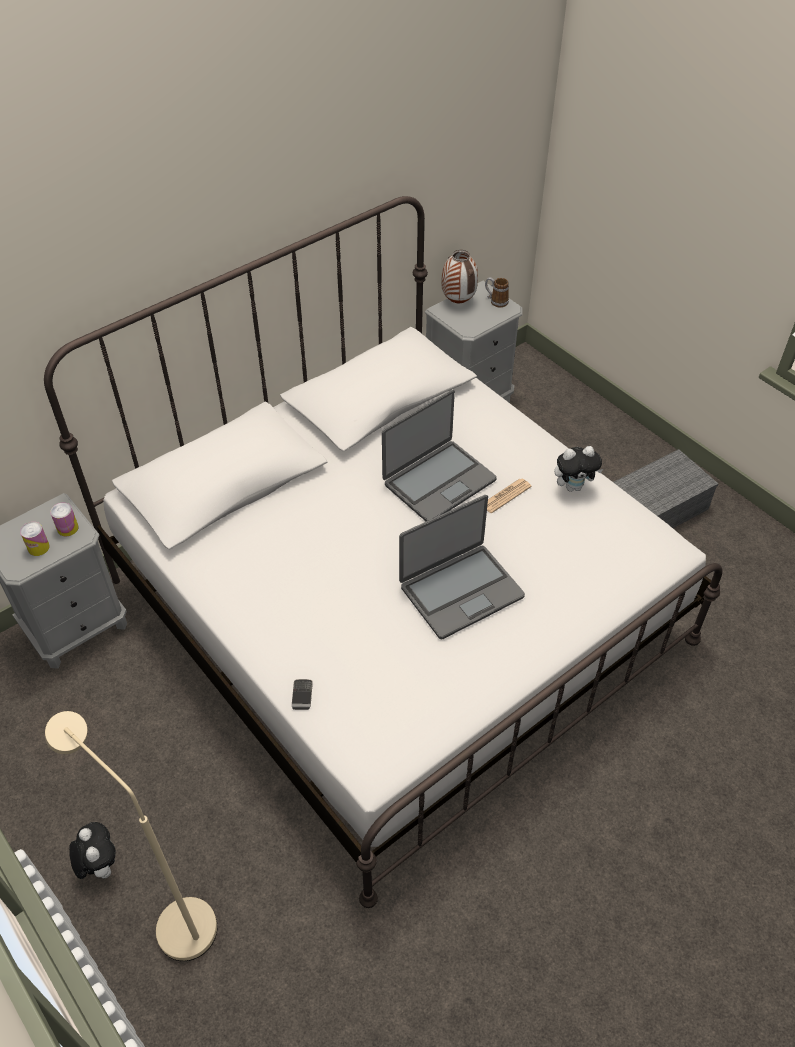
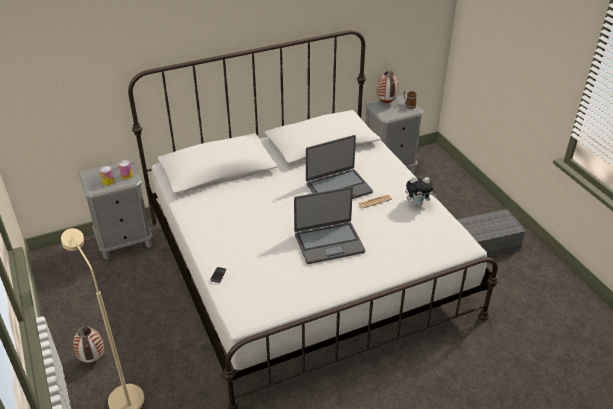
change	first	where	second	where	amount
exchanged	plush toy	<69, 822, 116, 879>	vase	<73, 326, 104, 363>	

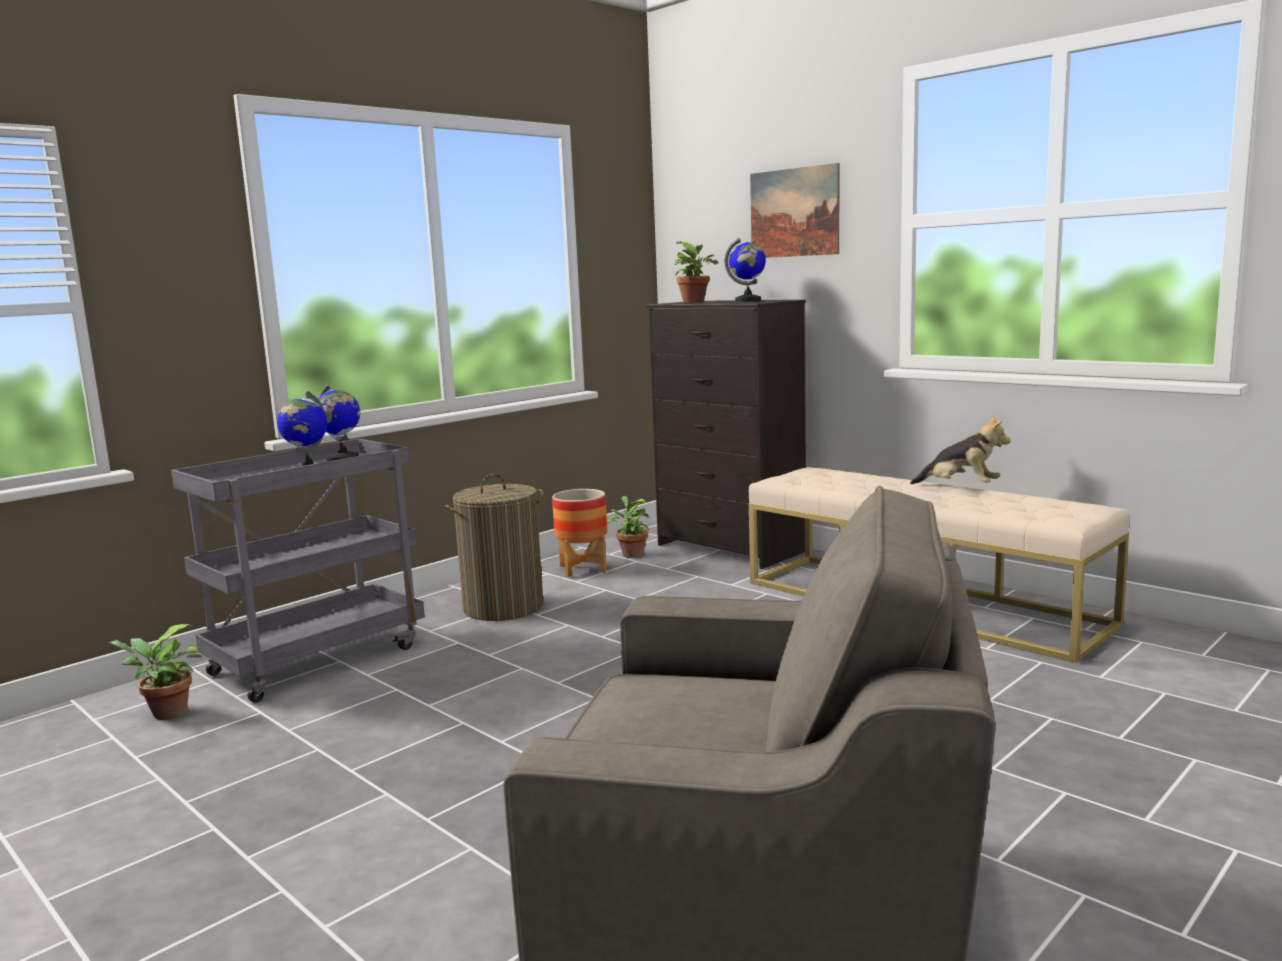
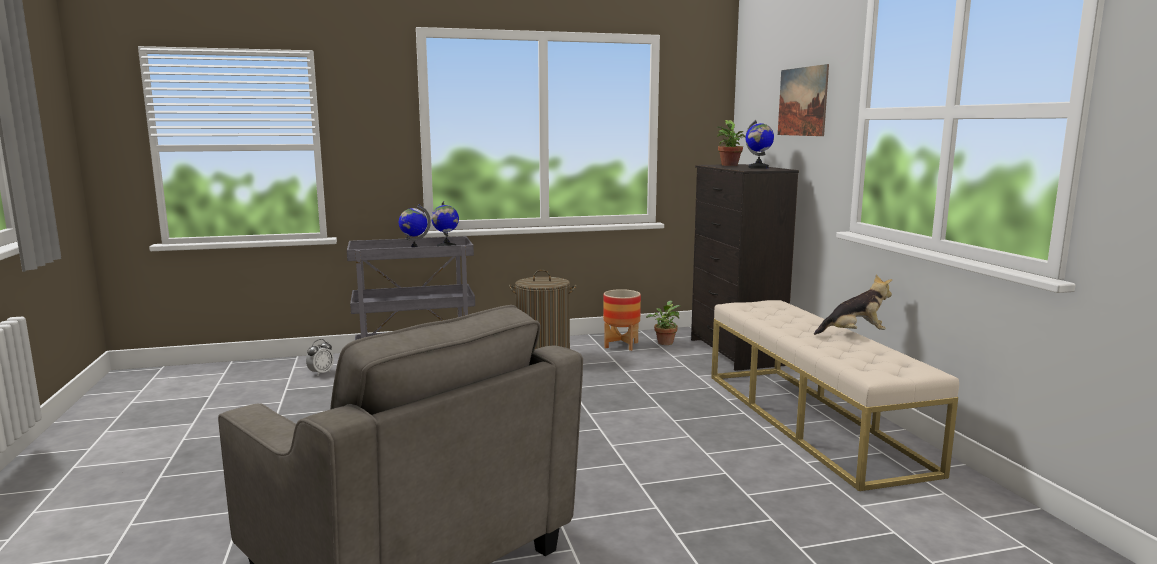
change	first	where	second	where	amount
exchanged	potted plant	<108, 624, 202, 720>	alarm clock	<306, 339, 334, 376>	
spun	plush toy	<910, 415, 1011, 484>		<814, 275, 892, 335>	60 degrees counterclockwise

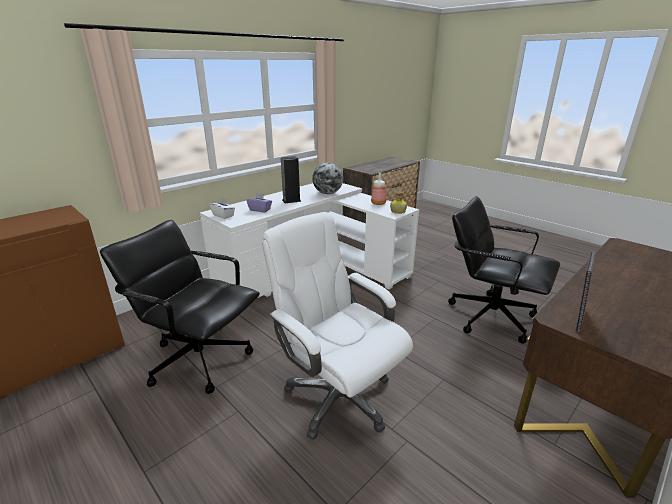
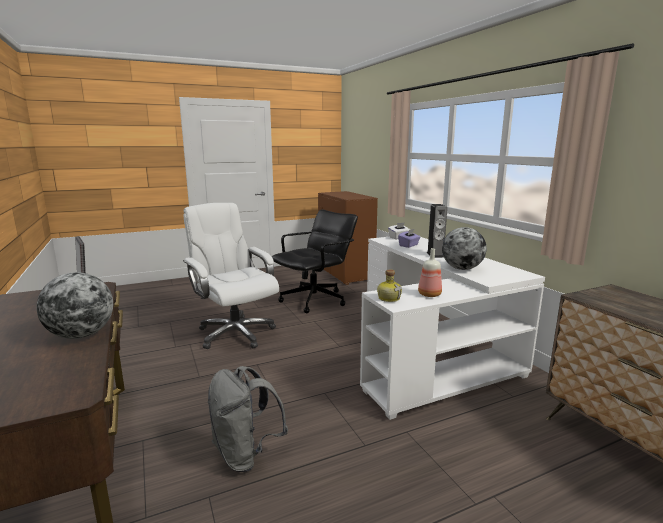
change	first	where	second	where	amount
spun	white office chair	<262, 212, 413, 440>		<183, 203, 279, 349>	105 degrees counterclockwise
exchanged	black office chair	<448, 196, 560, 344>	grey backpack	<208, 366, 288, 472>	
appeared			globe	<36, 272, 113, 339>	

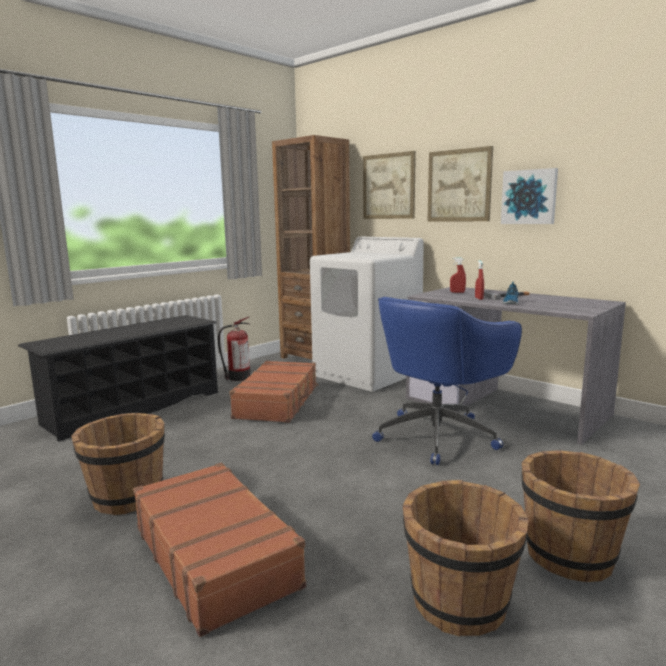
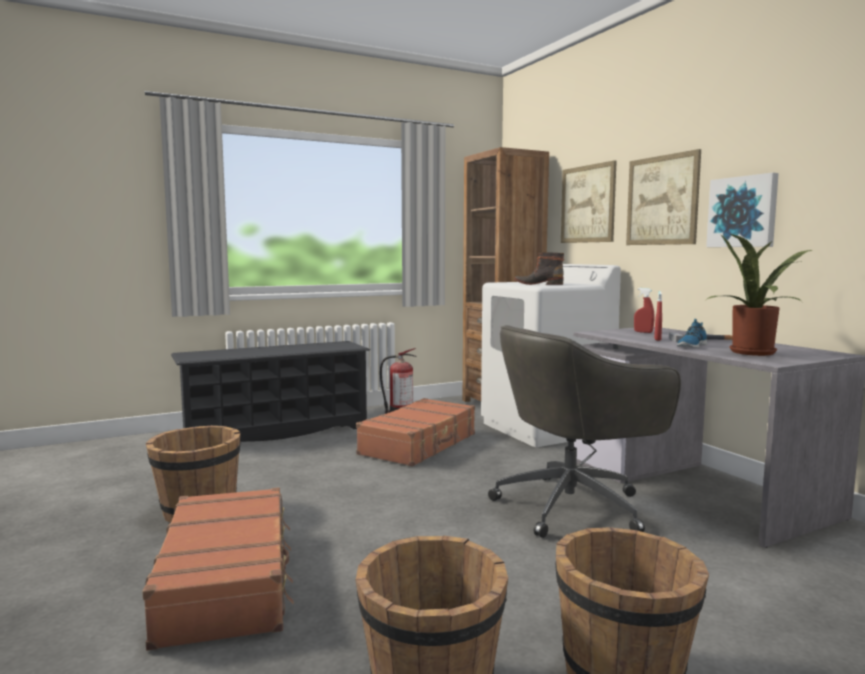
change	first	where	second	where	amount
colour	blue office chair	<372, 297, 522, 465>	grey office chair	<488, 325, 681, 538>	
appeared			boot	<514, 252, 564, 285>	
appeared			potted plant	<706, 234, 812, 356>	

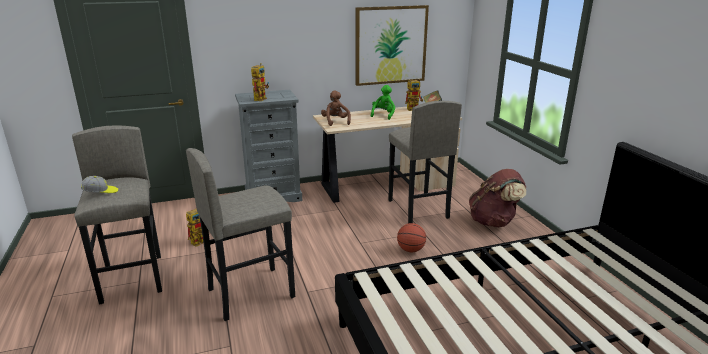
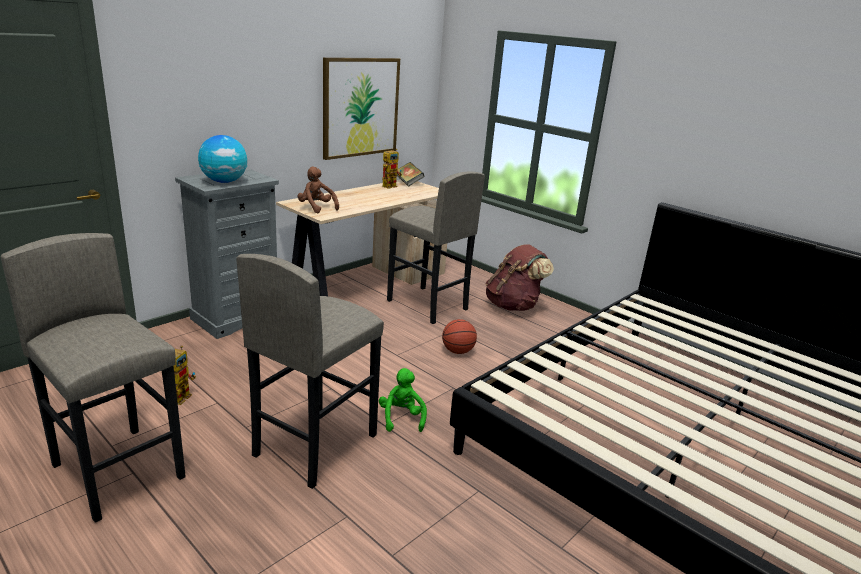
change	first	where	second	where	amount
missing	cap	<81, 176, 118, 193>			
exchanged	toy robot	<251, 63, 269, 101>	globe	<198, 135, 247, 183>	
relocated	green plush toy	<371, 85, 395, 120>		<379, 368, 427, 432>	

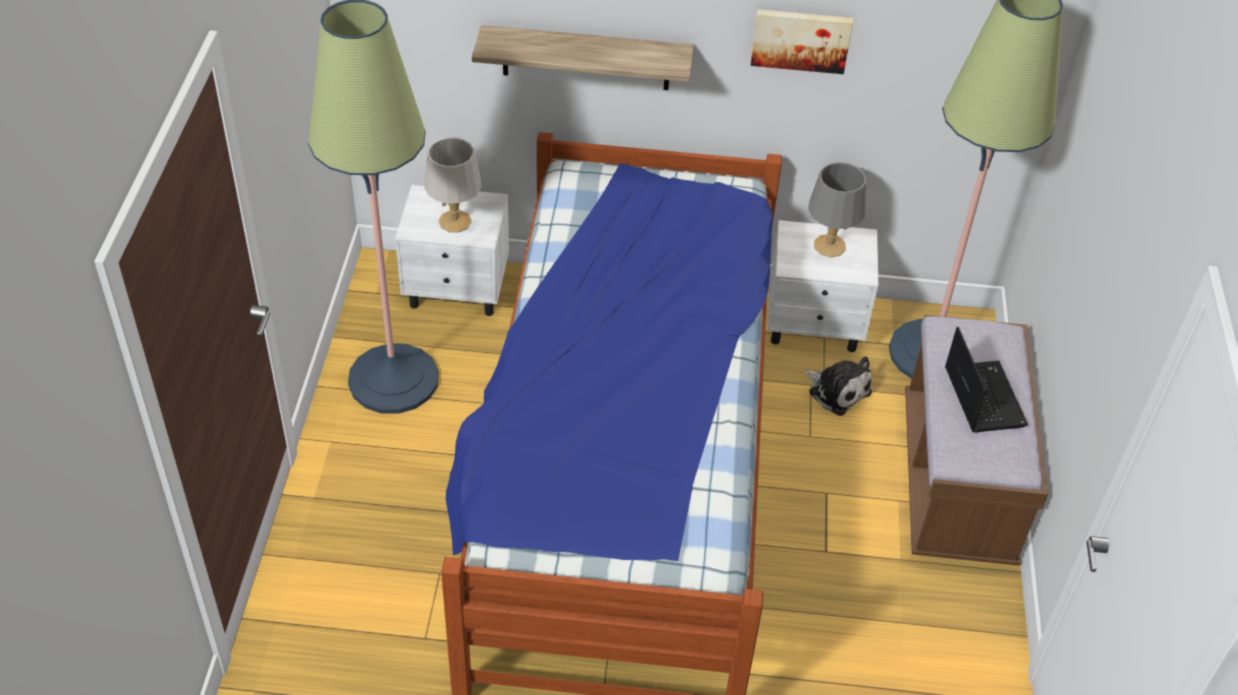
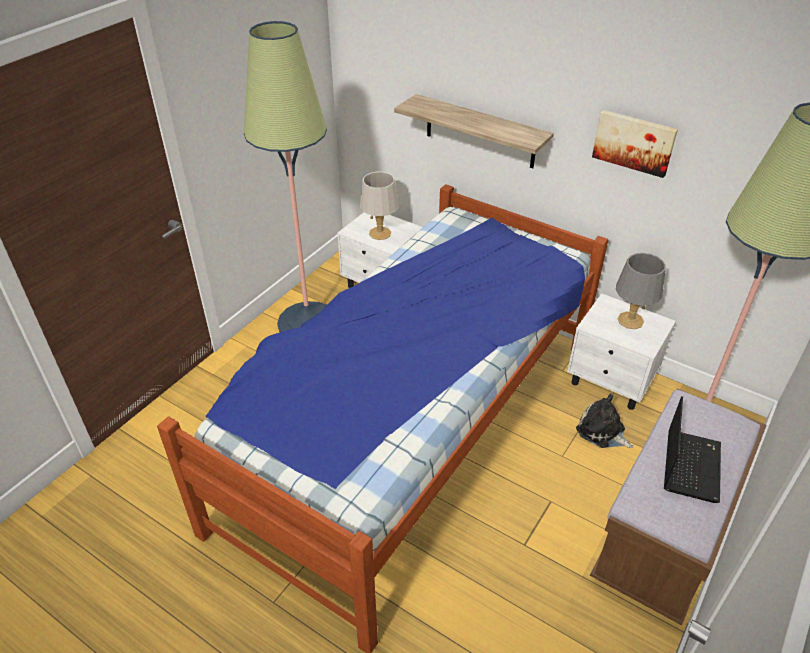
change	first	where	second	where	amount
spun	plush toy	<803, 356, 872, 416>		<576, 394, 634, 448>	150 degrees clockwise

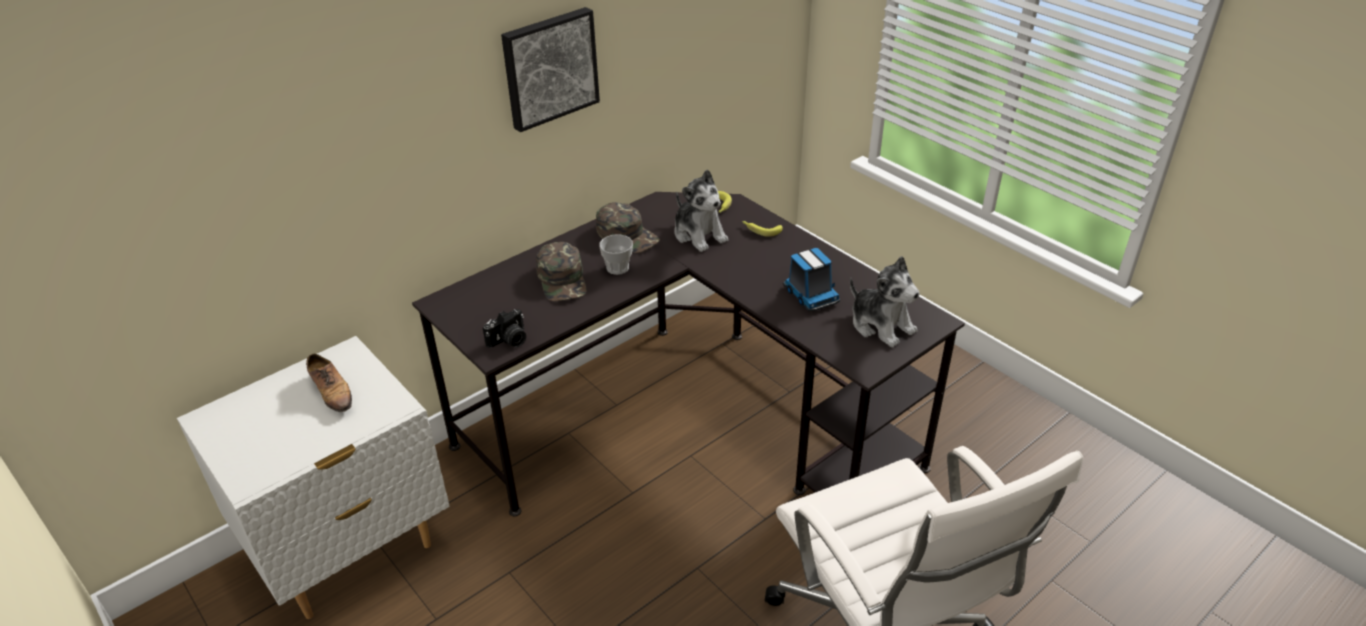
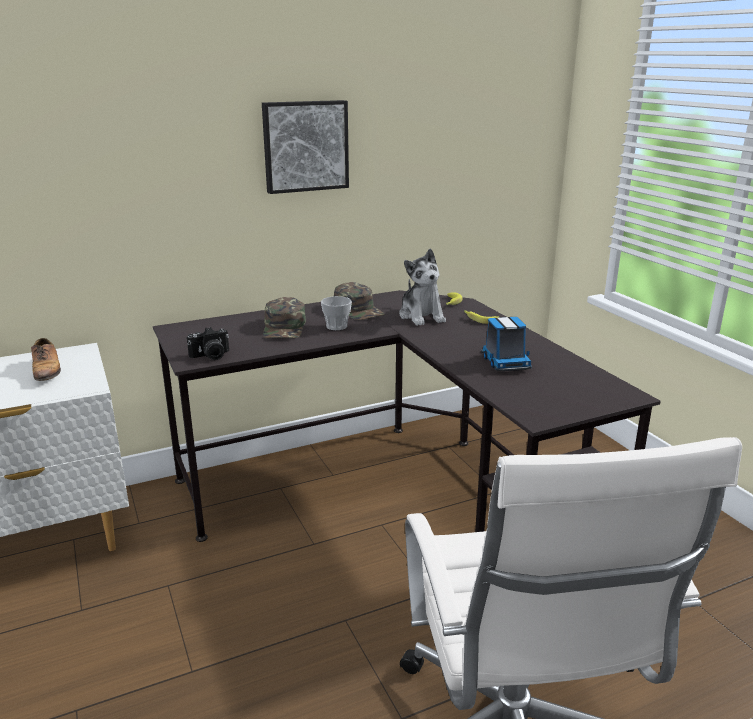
change	first	where	second	where	amount
missing	plush toy	<850, 256, 920, 347>			

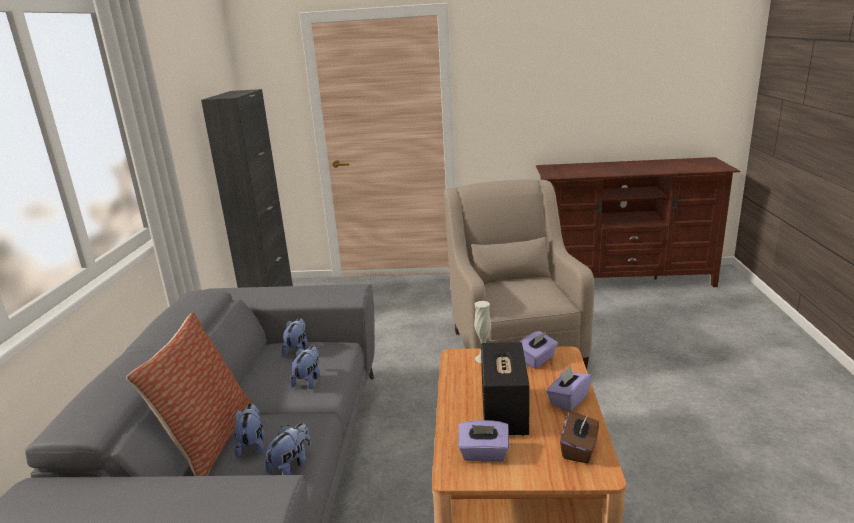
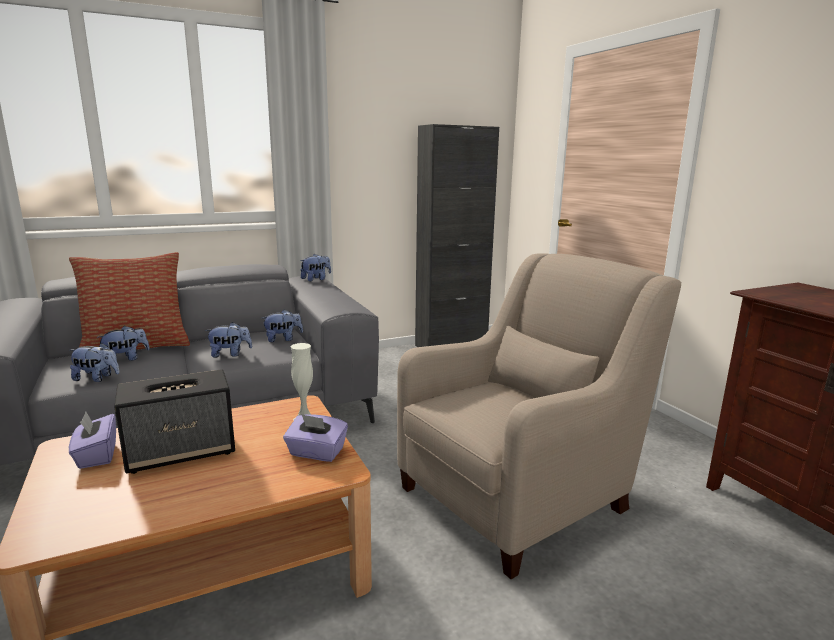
change	first	where	second	where	amount
missing	purple tissue box	<546, 366, 592, 412>			
missing	brown tissue box	<560, 411, 599, 463>			
appeared			plush toy	<300, 254, 331, 281>	

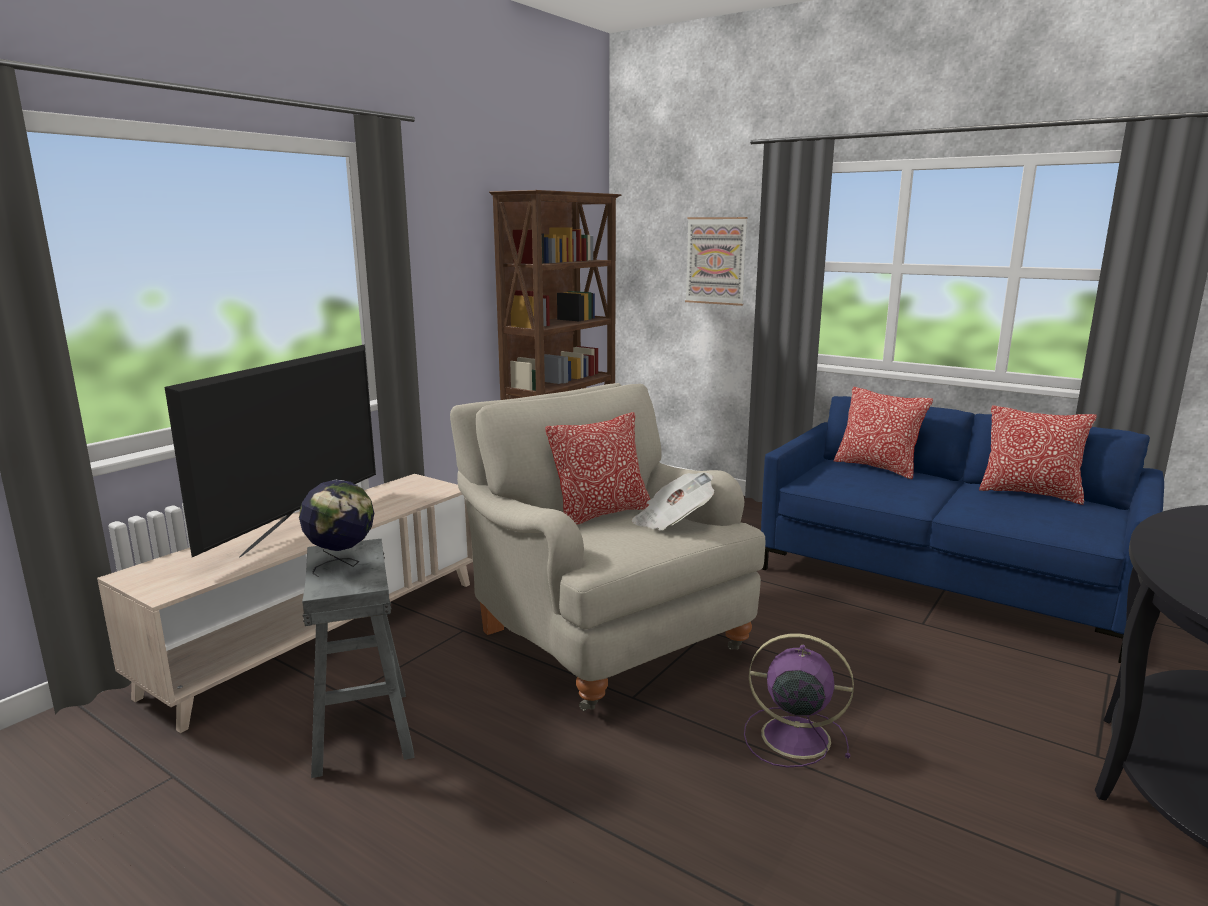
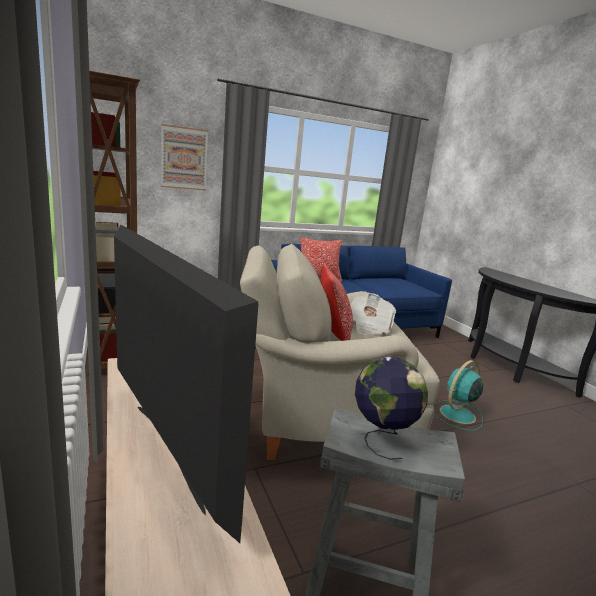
change	first	where	second	where	amount
colour	purple fan	<744, 633, 854, 767>	turquoise fan	<434, 360, 483, 431>	
missing	pillow	<979, 405, 1097, 505>			

